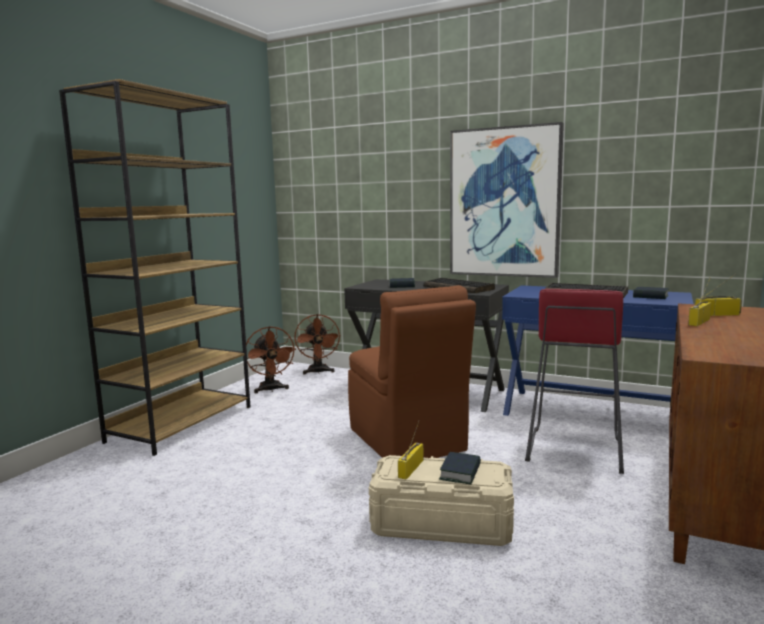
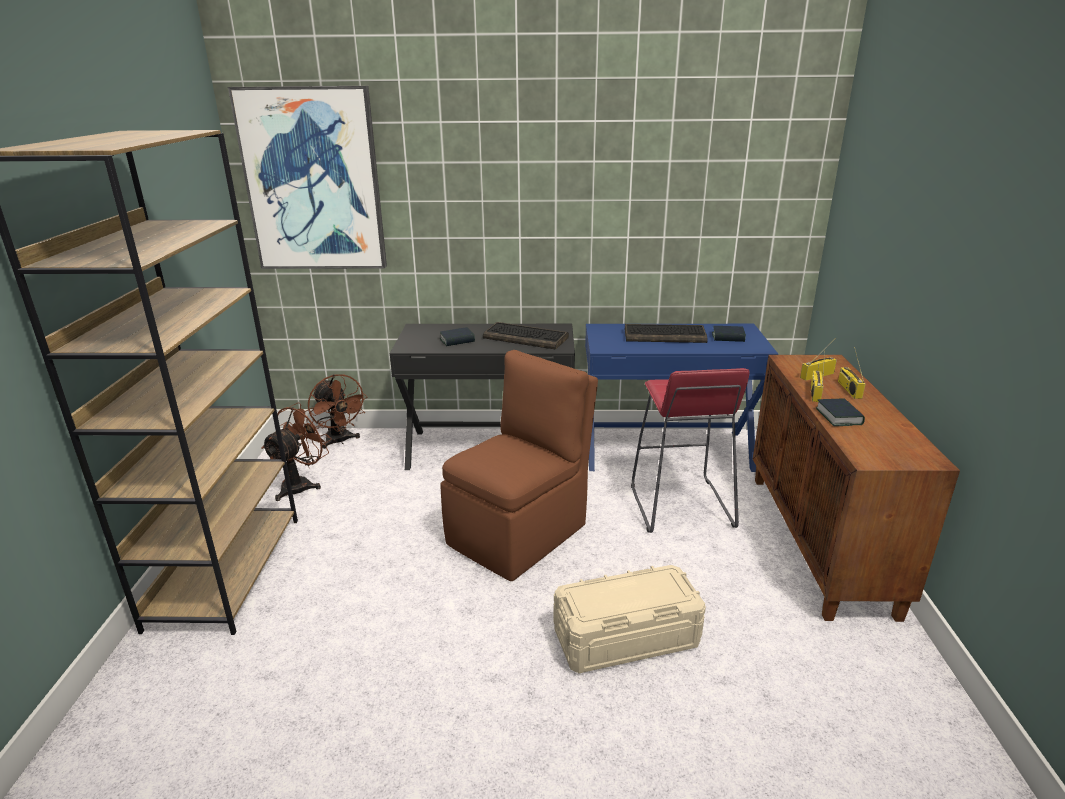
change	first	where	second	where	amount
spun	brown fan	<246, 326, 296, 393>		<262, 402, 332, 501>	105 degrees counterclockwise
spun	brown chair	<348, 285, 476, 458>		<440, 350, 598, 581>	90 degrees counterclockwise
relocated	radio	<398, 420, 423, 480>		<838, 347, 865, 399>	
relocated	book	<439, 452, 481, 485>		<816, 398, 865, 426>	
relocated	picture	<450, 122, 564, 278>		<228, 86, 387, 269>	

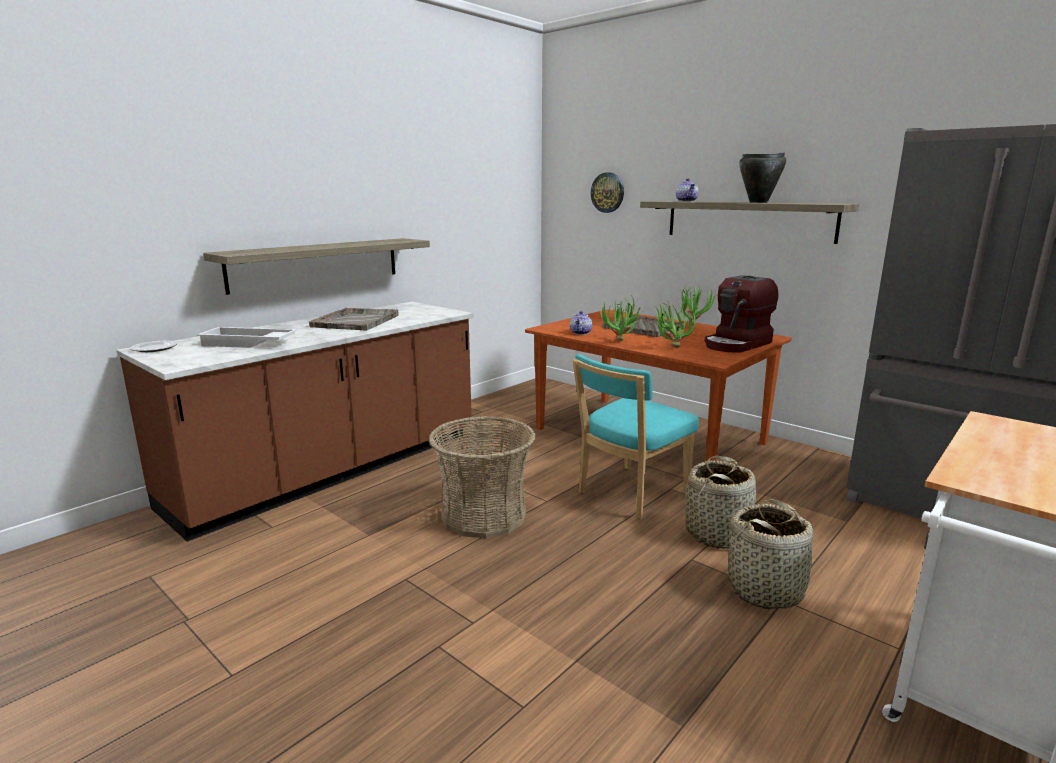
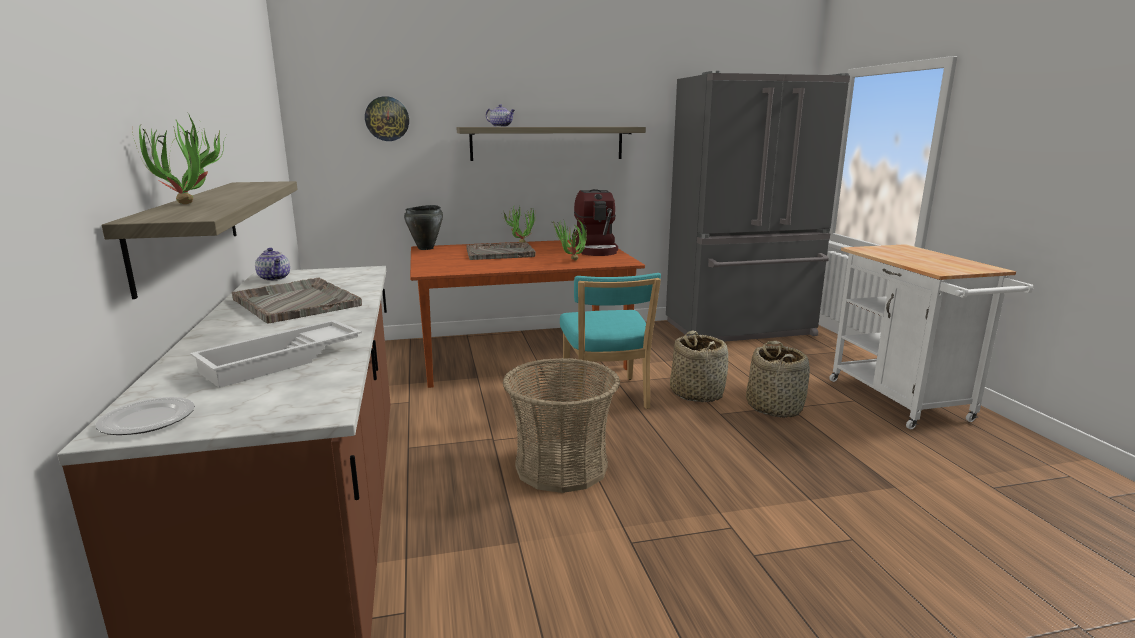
change	first	where	second	where	amount
relocated	teapot	<570, 311, 592, 335>		<255, 248, 290, 281>	
relocated	potted plant	<600, 295, 641, 341>		<132, 113, 227, 204>	
relocated	black cooking pot	<739, 153, 786, 203>		<404, 205, 443, 250>	

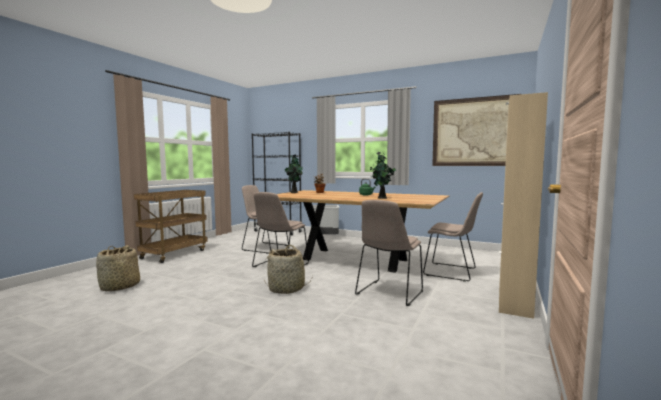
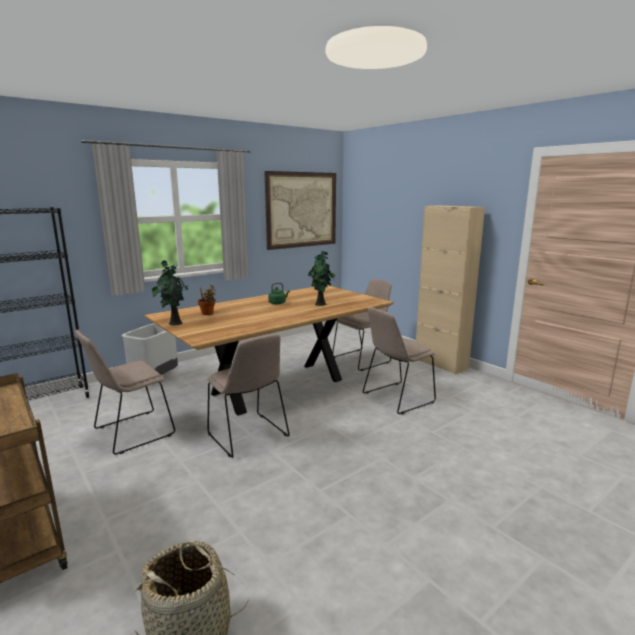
change	first	where	second	where	amount
missing	basket	<264, 245, 313, 294>			
spun	beige chair	<355, 200, 423, 306>		<363, 307, 436, 414>	90 degrees clockwise

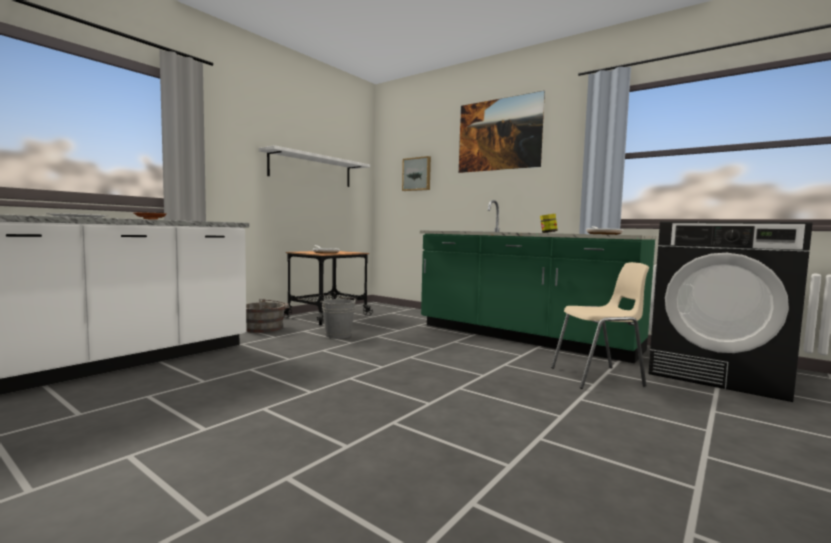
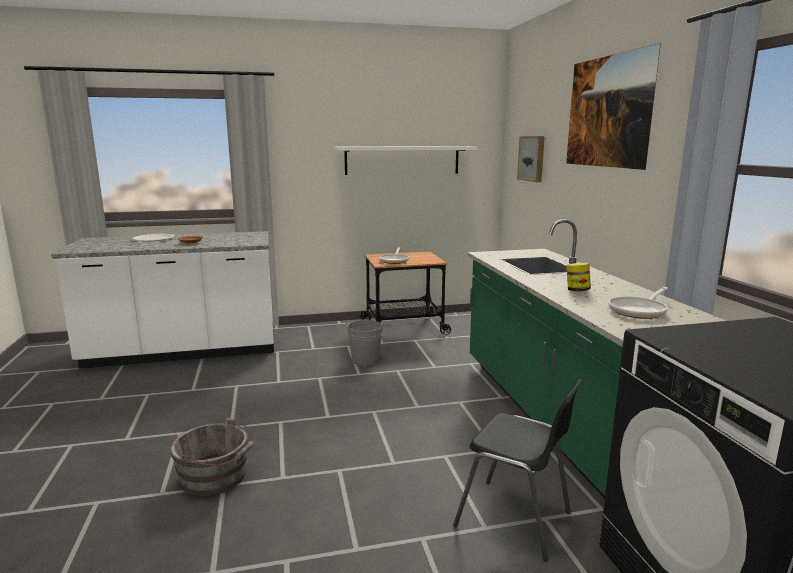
change	first	where	second	where	amount
relocated	grey bucket	<246, 299, 290, 333>		<170, 418, 256, 496>	
colour	beige chair	<551, 262, 649, 389>	black chair	<453, 379, 584, 562>	

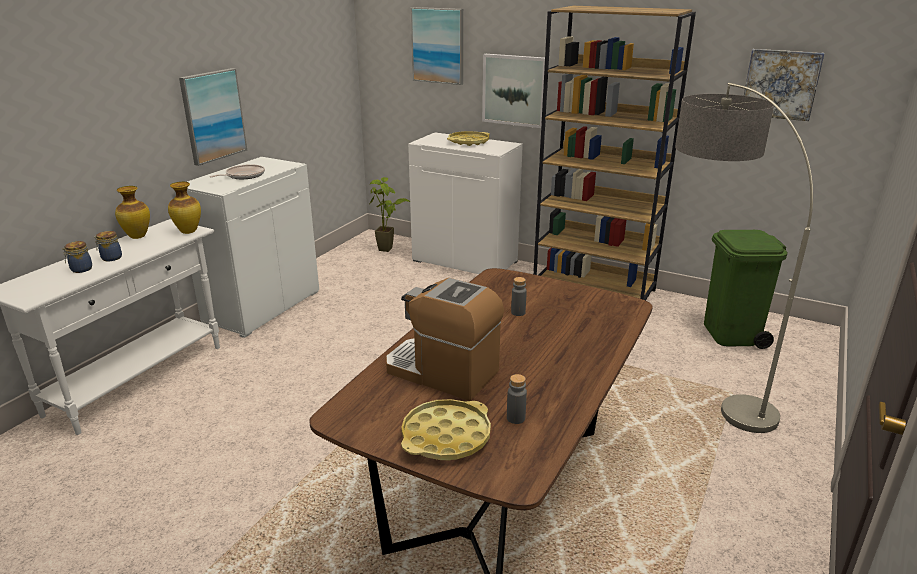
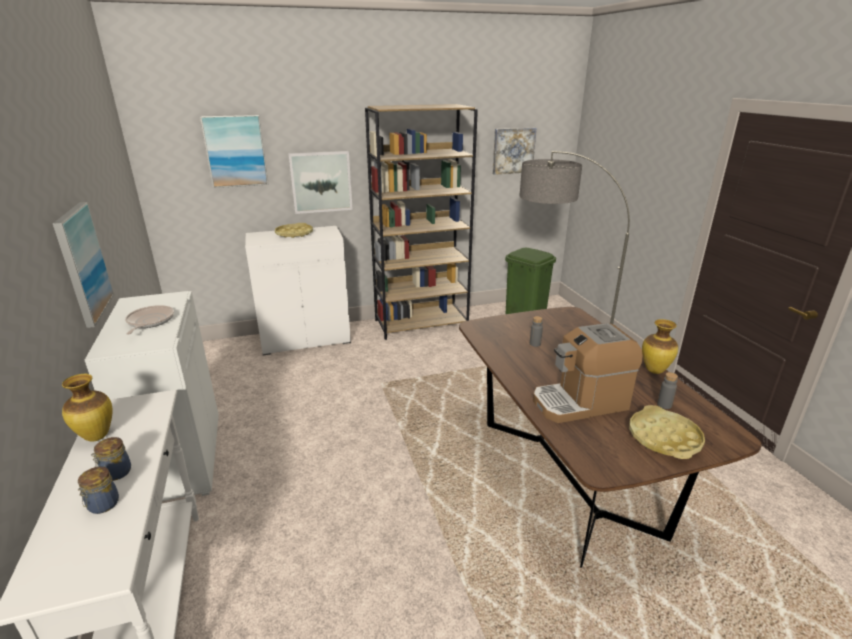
change	first	where	second	where	amount
relocated	vase	<168, 182, 201, 234>		<642, 319, 678, 374>	
missing	potted plant	<369, 177, 410, 252>			

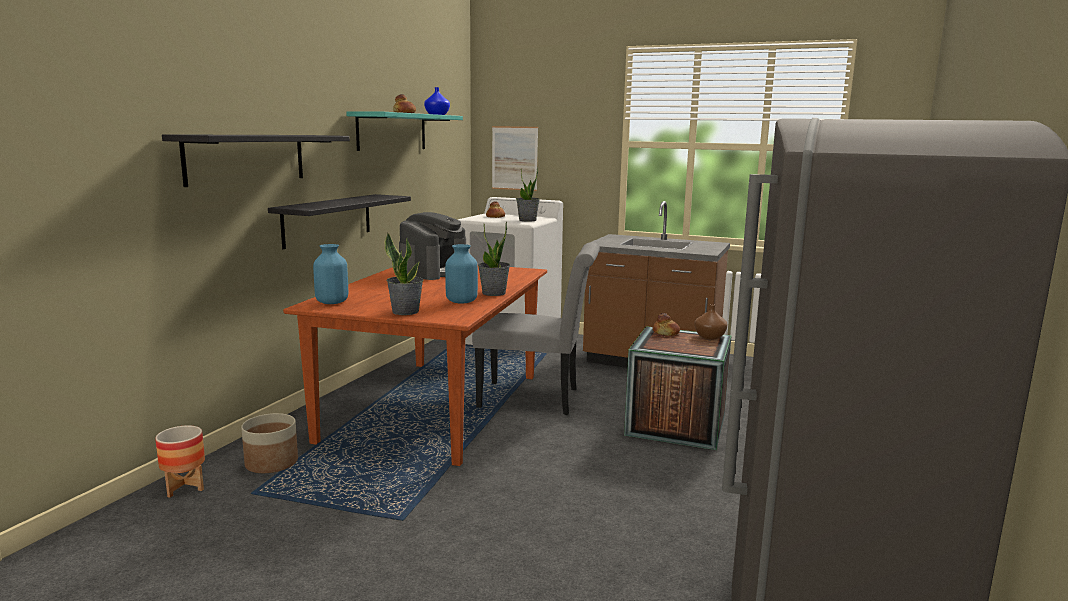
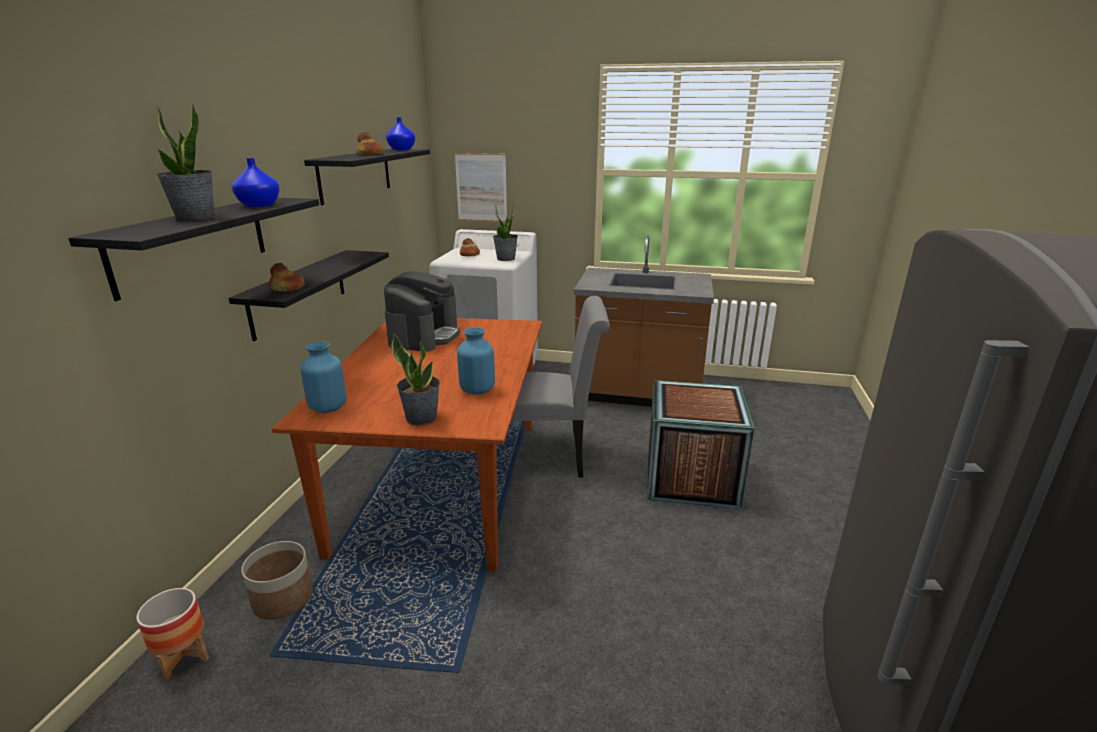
change	first	where	second	where	amount
colour	turquoise shelf	<346, 111, 463, 151>	black shelf	<304, 149, 430, 205>	
relocated	potted plant	<478, 221, 510, 296>		<156, 103, 215, 221>	
relocated	bread	<652, 313, 680, 336>		<269, 263, 305, 292>	
missing	brown vase	<694, 304, 727, 339>			
appeared			blue vase	<231, 158, 280, 207>	

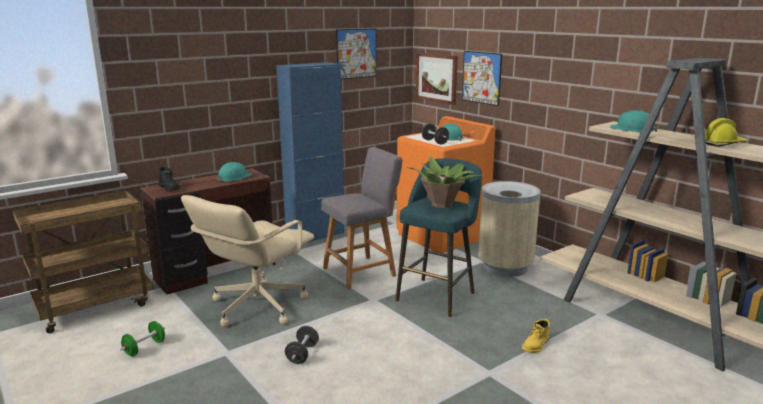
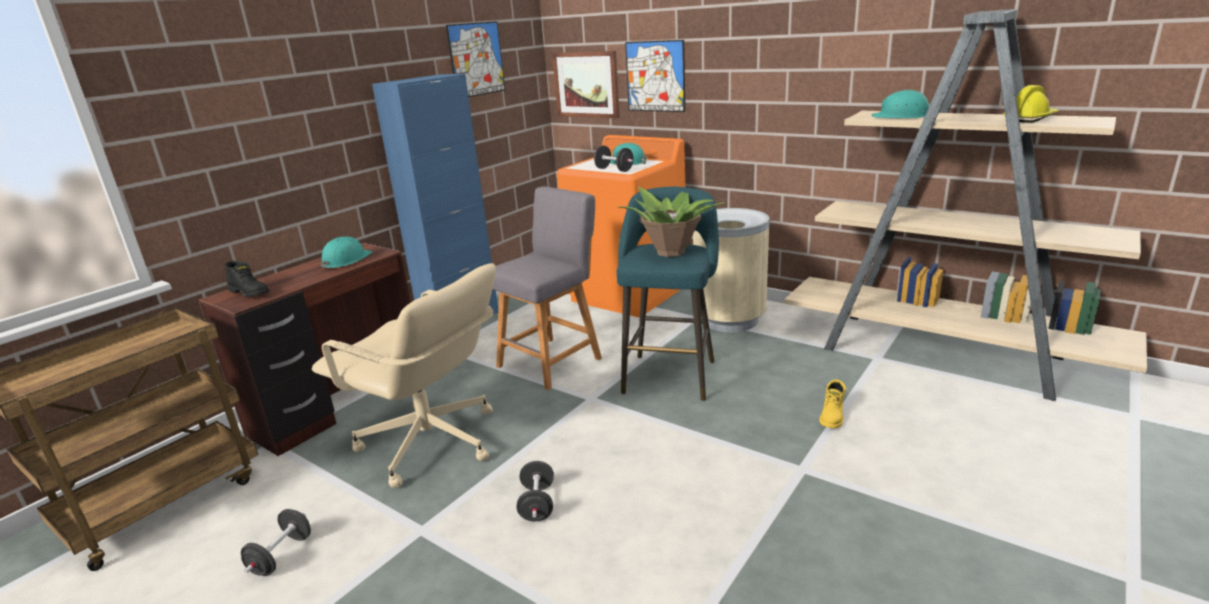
change	first	where	second	where	amount
colour	green dumbbell	<120, 321, 165, 357>	black dumbbell	<241, 509, 311, 576>	
spun	beige office chair	<181, 195, 314, 327>		<312, 263, 496, 488>	75 degrees counterclockwise

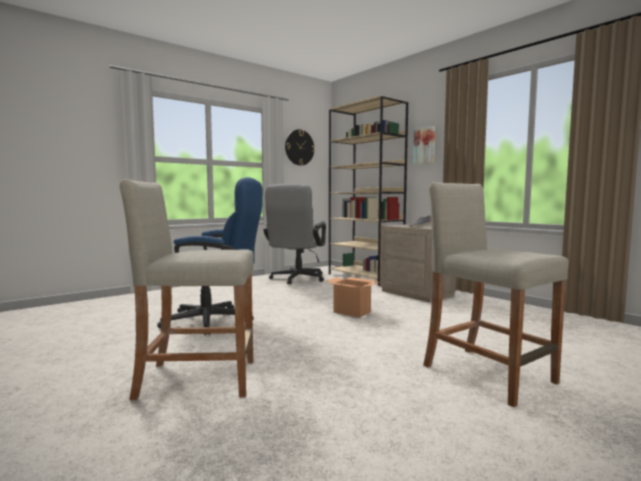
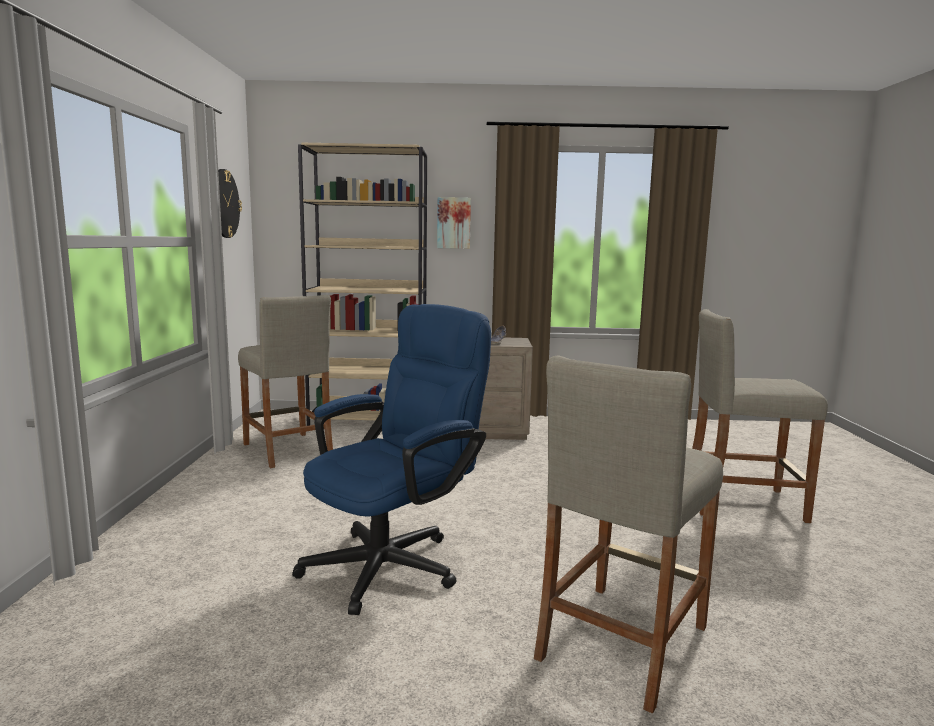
change	first	where	second	where	amount
exchanged	grey office chair	<263, 184, 326, 285>	beige stool	<238, 295, 333, 468>	
missing	cardboard box	<326, 277, 380, 318>			

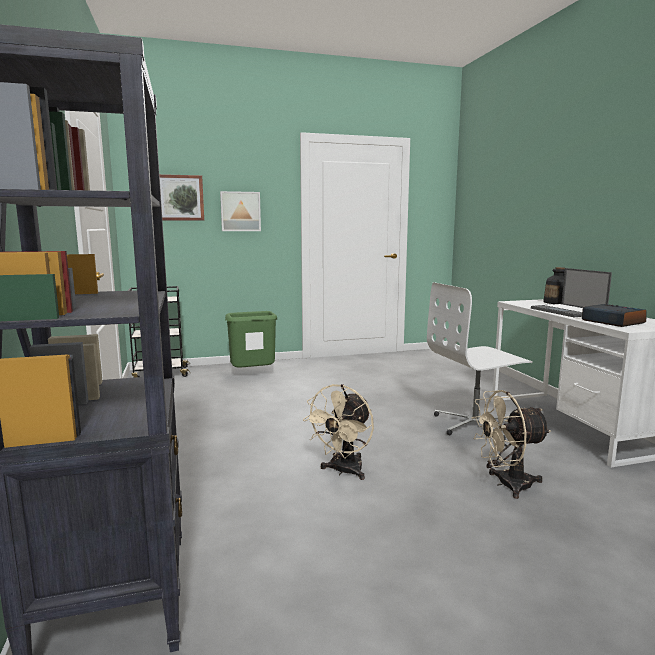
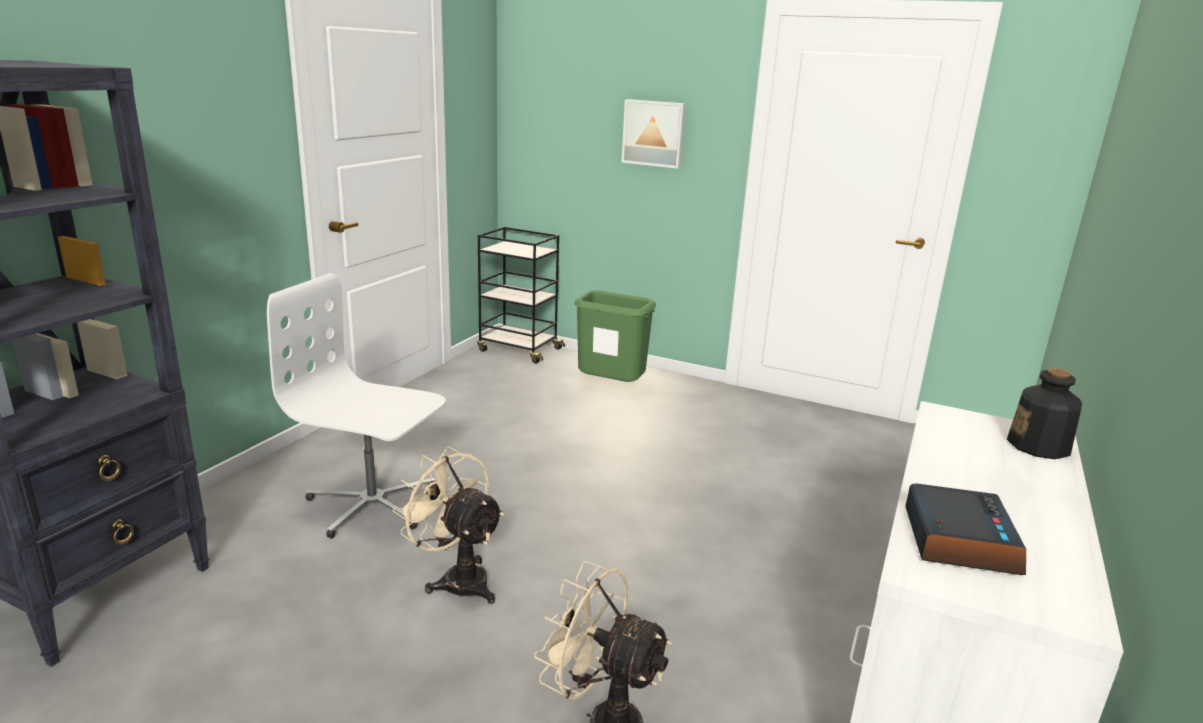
change	first	where	second	where	amount
missing	picture	<159, 174, 204, 221>			
spun	beige fan	<303, 384, 374, 480>		<393, 446, 504, 604>	60 degrees clockwise
relocated	white office chair	<427, 282, 533, 440>		<267, 273, 446, 538>	
missing	laptop	<531, 268, 612, 317>			

